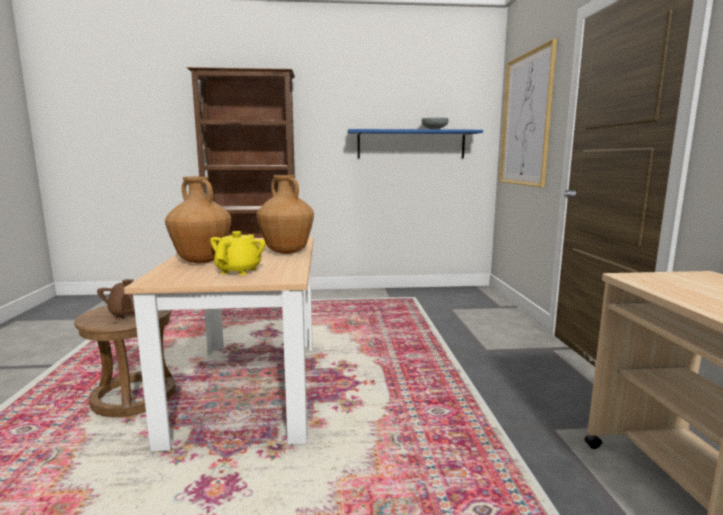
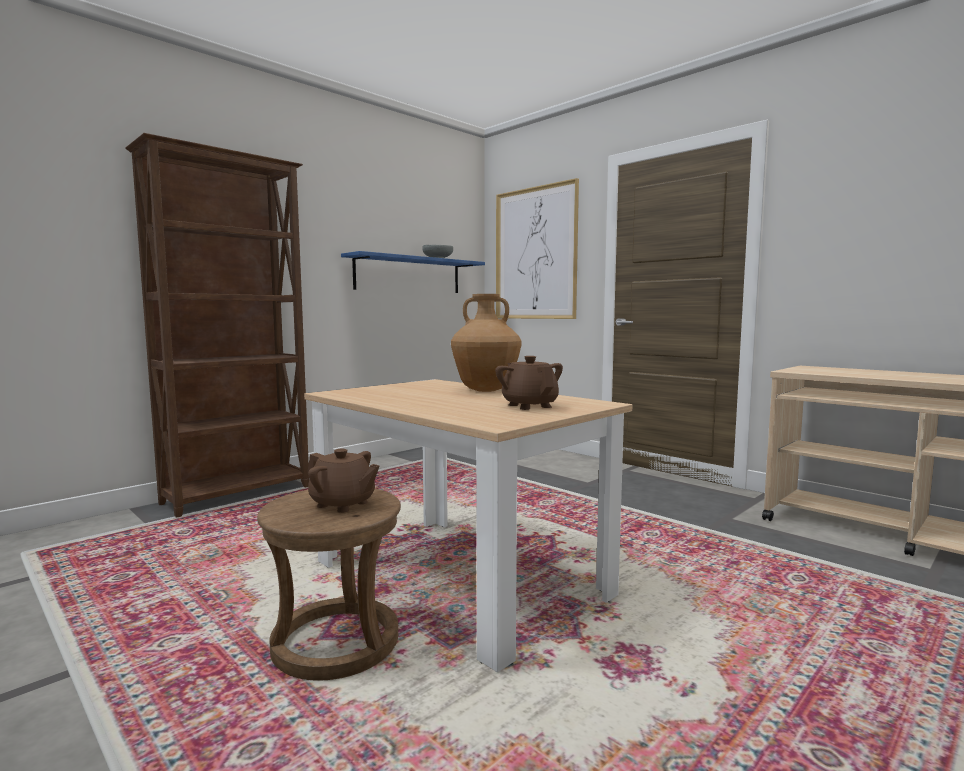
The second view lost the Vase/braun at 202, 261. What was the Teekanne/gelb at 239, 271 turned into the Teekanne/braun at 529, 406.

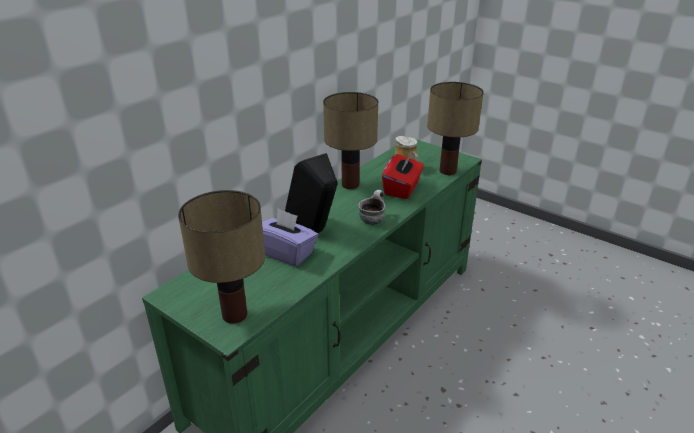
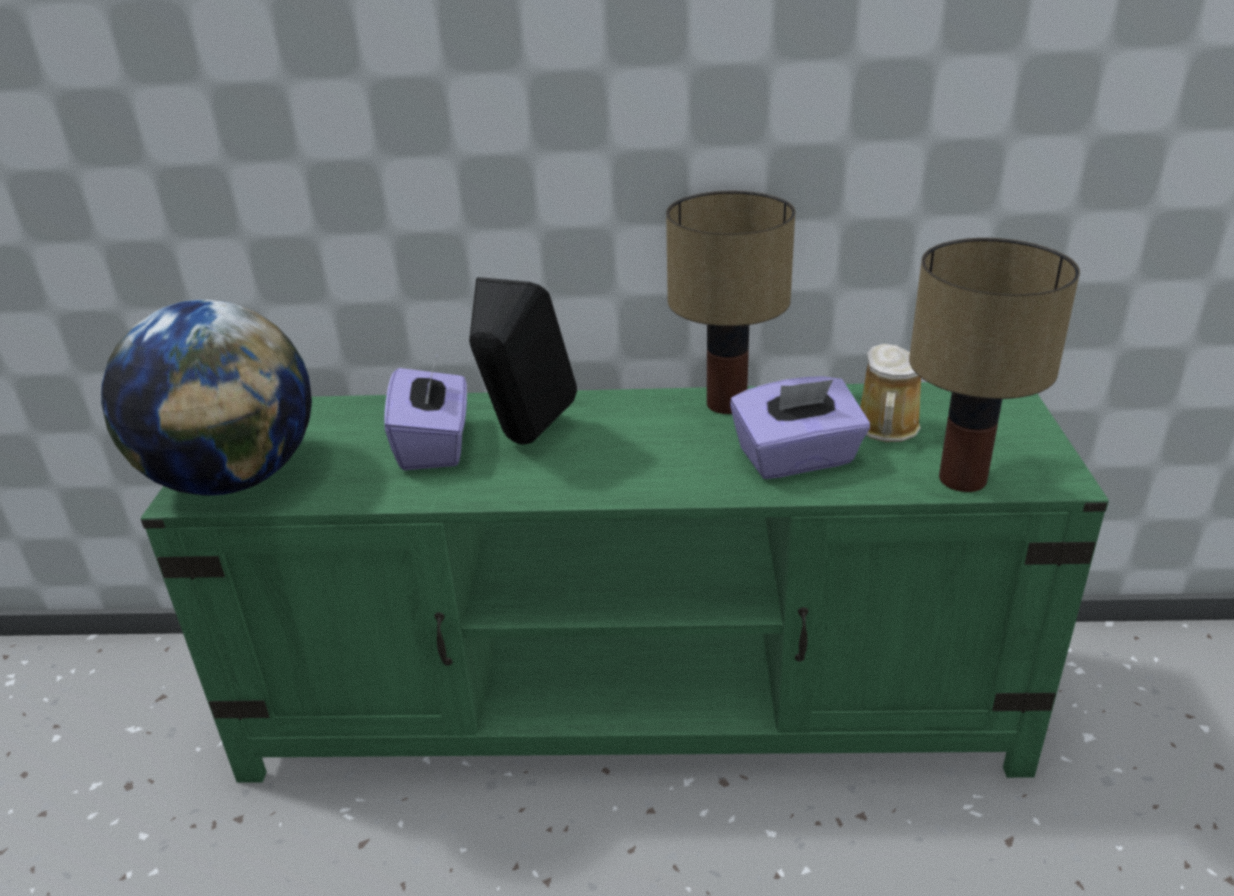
What was the Taschentuchbox/rot at 402, 189 turned into the Taschentuchbox/lila at 797, 459. Where the Tischlampe stood at 233, 315, the Globus came to stand at 234, 478. The second view lost the Henkelbecher at 372, 219.

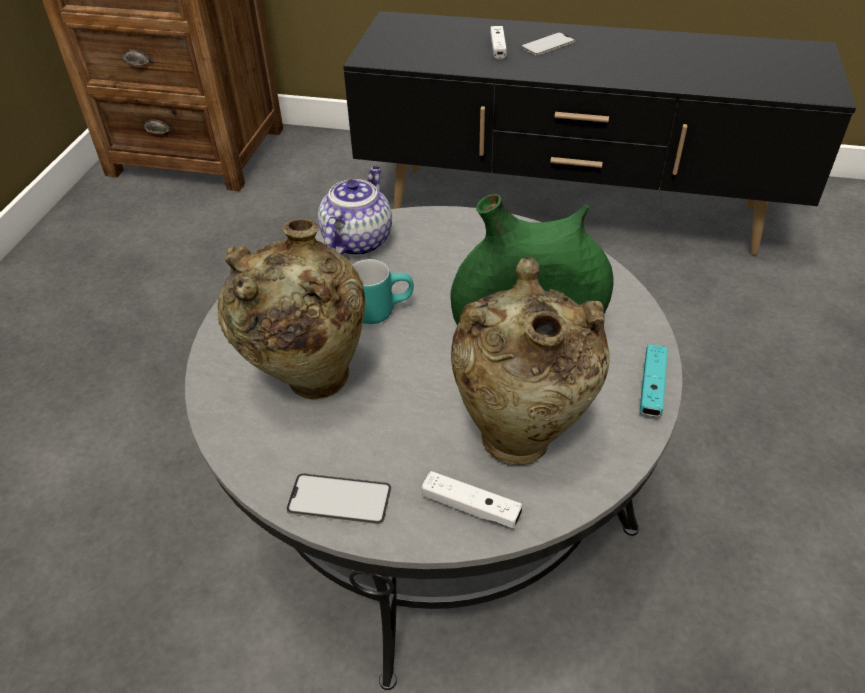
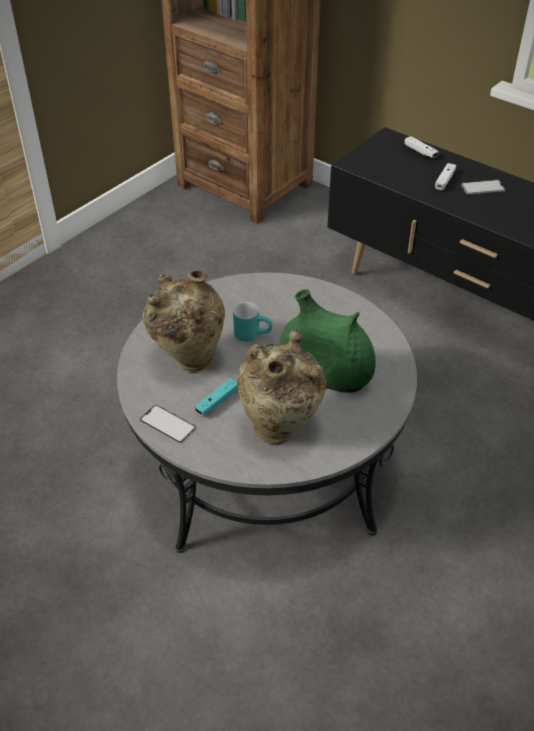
The second view lost the Teekanne at 357, 240. The Gamepad/türkis ended up elsewhere, having gone from 652, 387 to 217, 402. The Gamepad/weiß ended up elsewhere, having gone from 471, 507 to 420, 152.

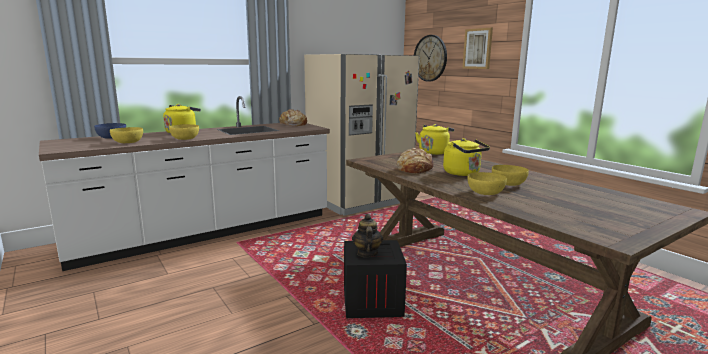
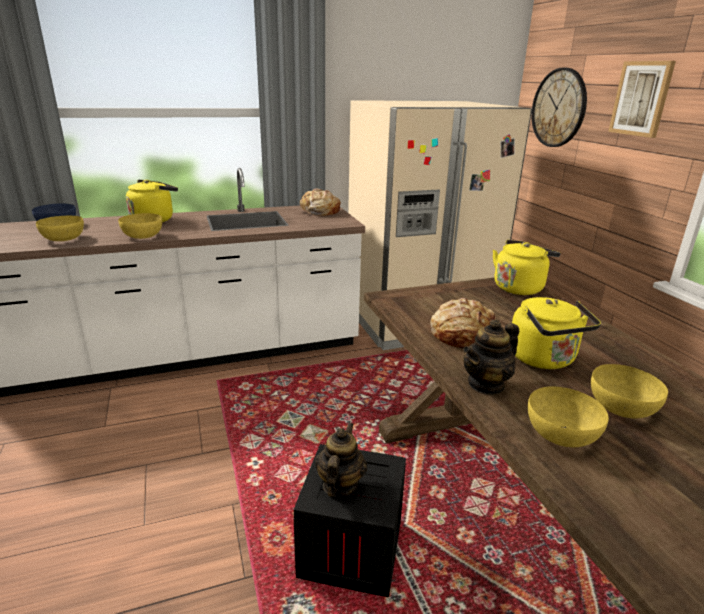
The second view gained the Teekanne at 486, 384.

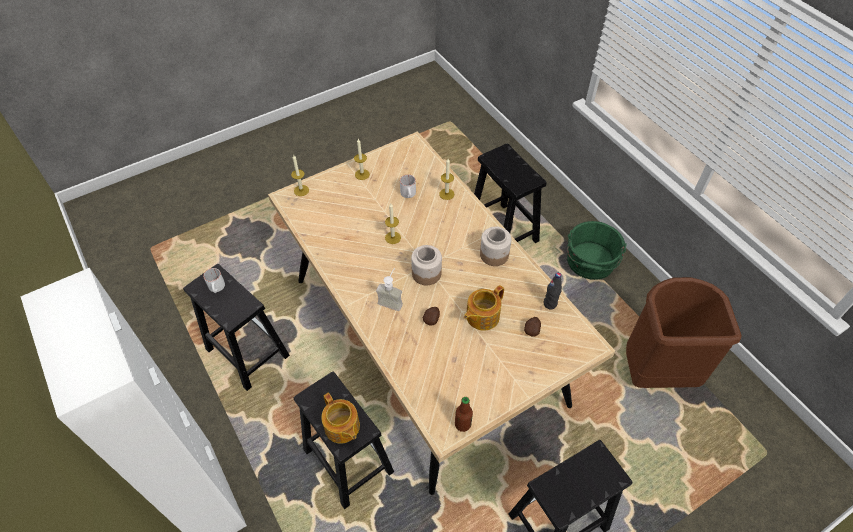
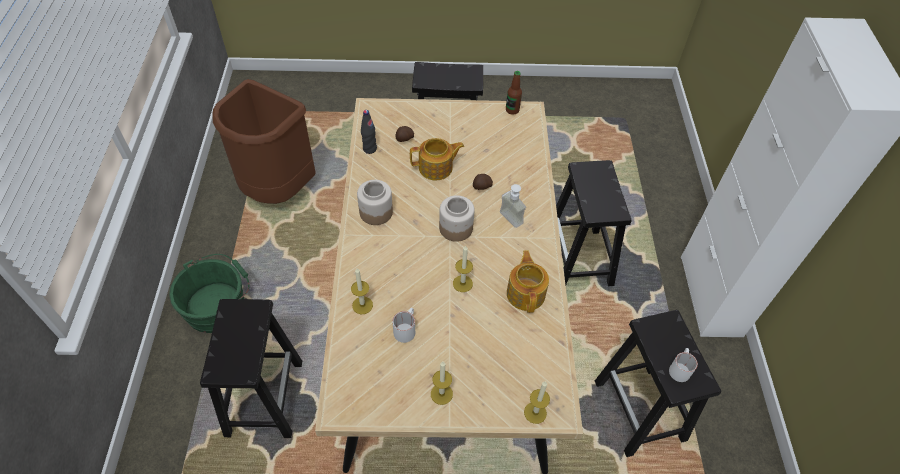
The Teekanne ended up elsewhere, having gone from 342, 427 to 526, 293.

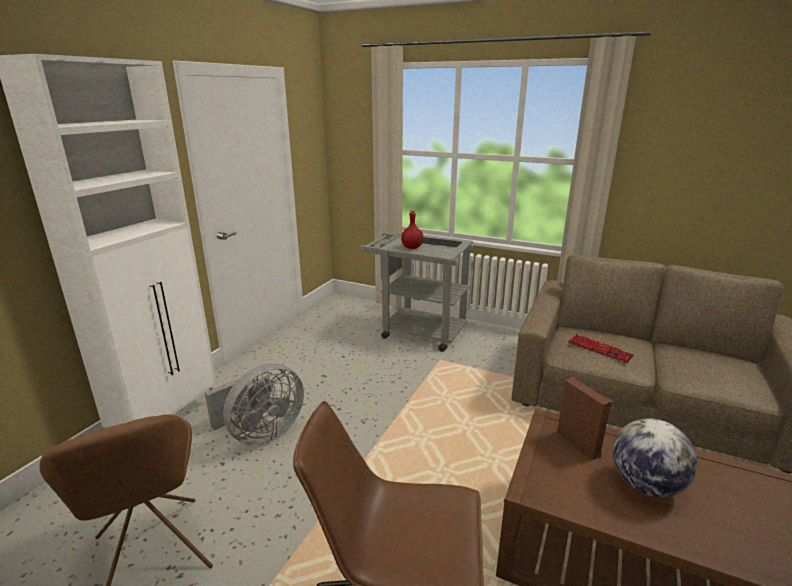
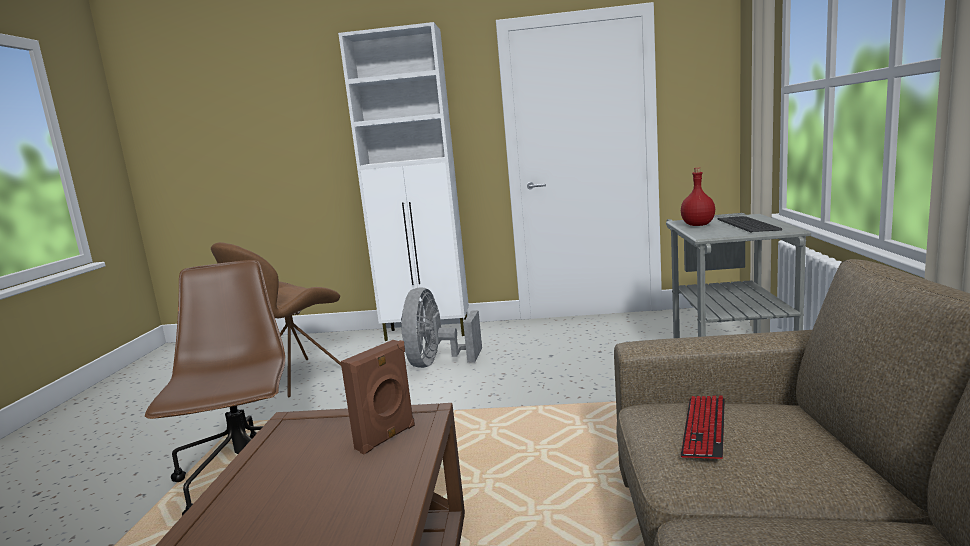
The Ventilator/grau at 261, 434 ended up facing another way, 75 degrees clockwise from before. The second view lost the Globus at 645, 485.

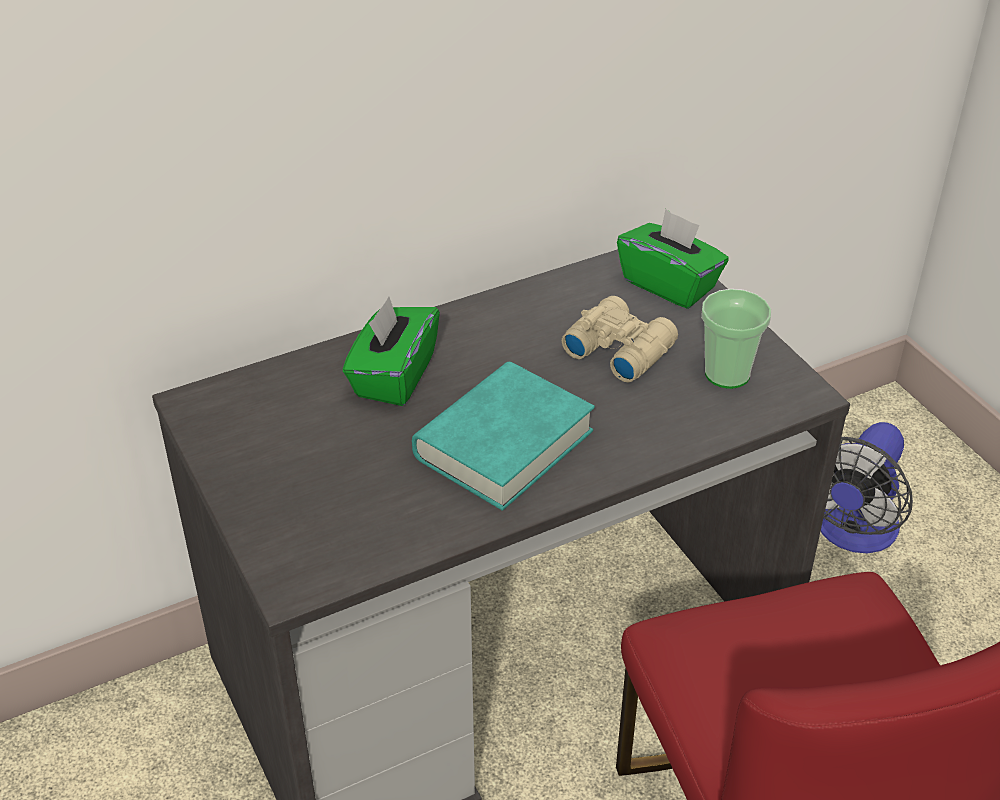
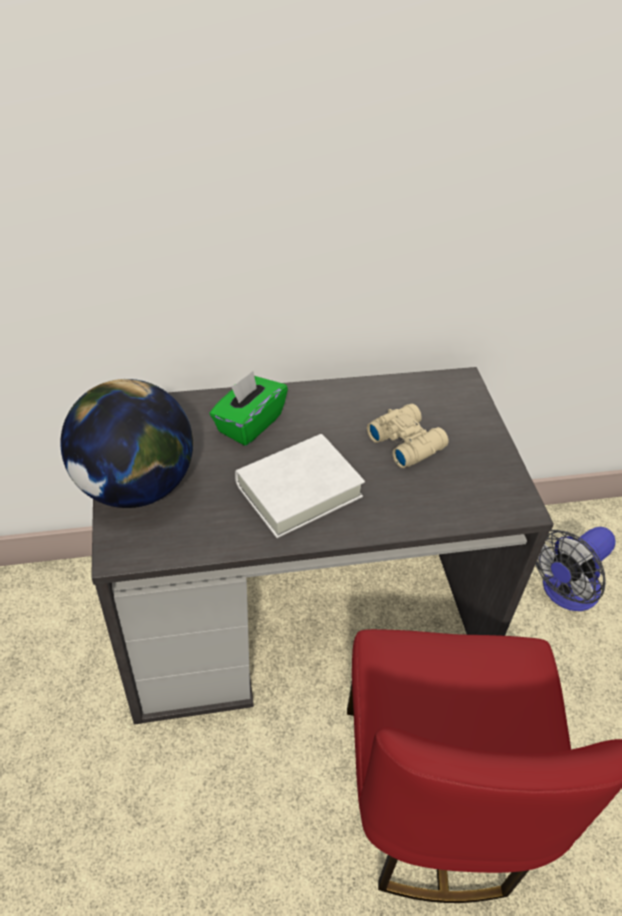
The second view lost the Taschentuchbox/grün at 669, 284. The second view lost the Tasse at 727, 374. What was the Buch/türkis at 503, 444 turned into the Buch/weiß at 298, 490. The second view gained the Globus at 135, 486.

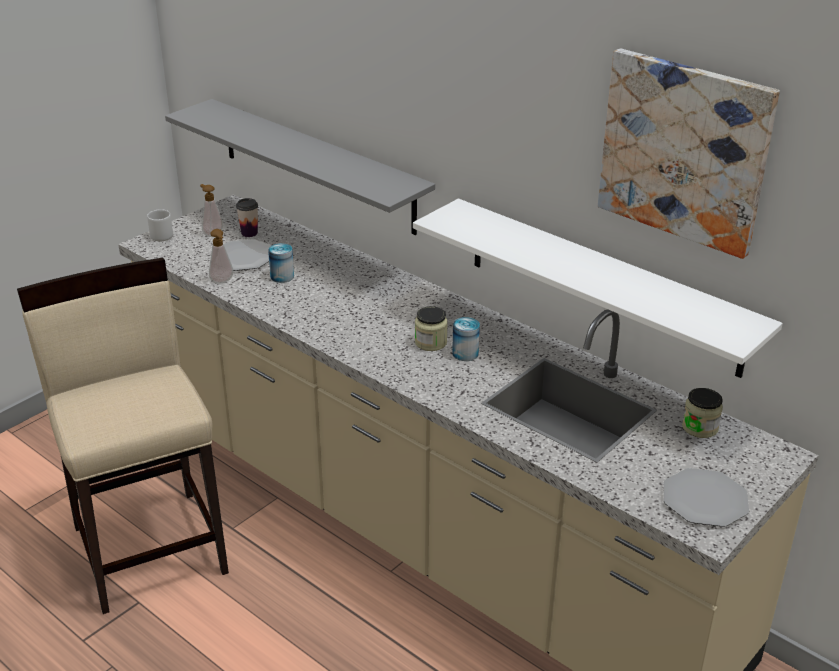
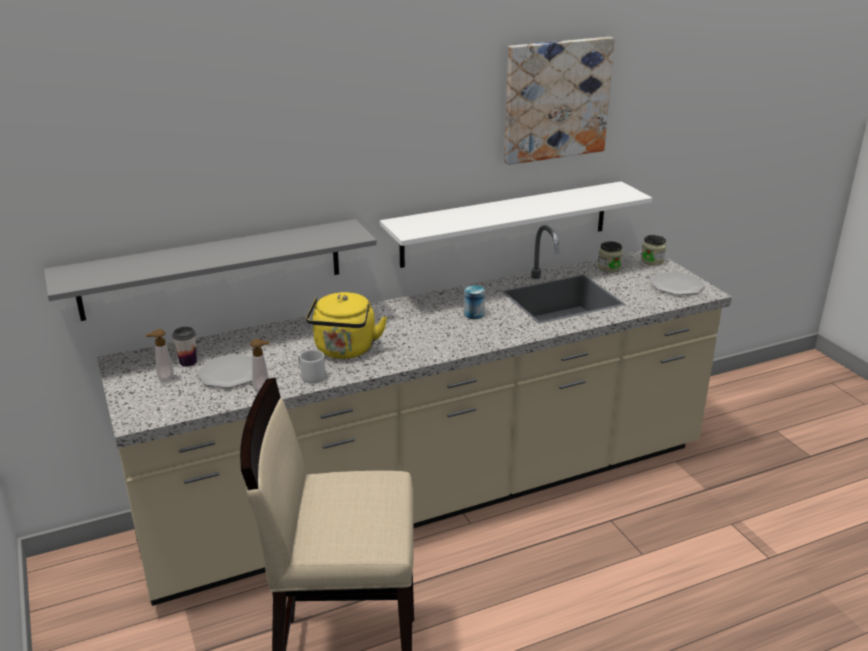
The Henkelbecher/grau ended up elsewhere, having gone from 163, 235 to 311, 376. The second view lost the Dose at 282, 276. The Vorratsglas ended up elsewhere, having gone from 431, 342 to 652, 261. The second view gained the Wasserkessel/gelb at 345, 350.

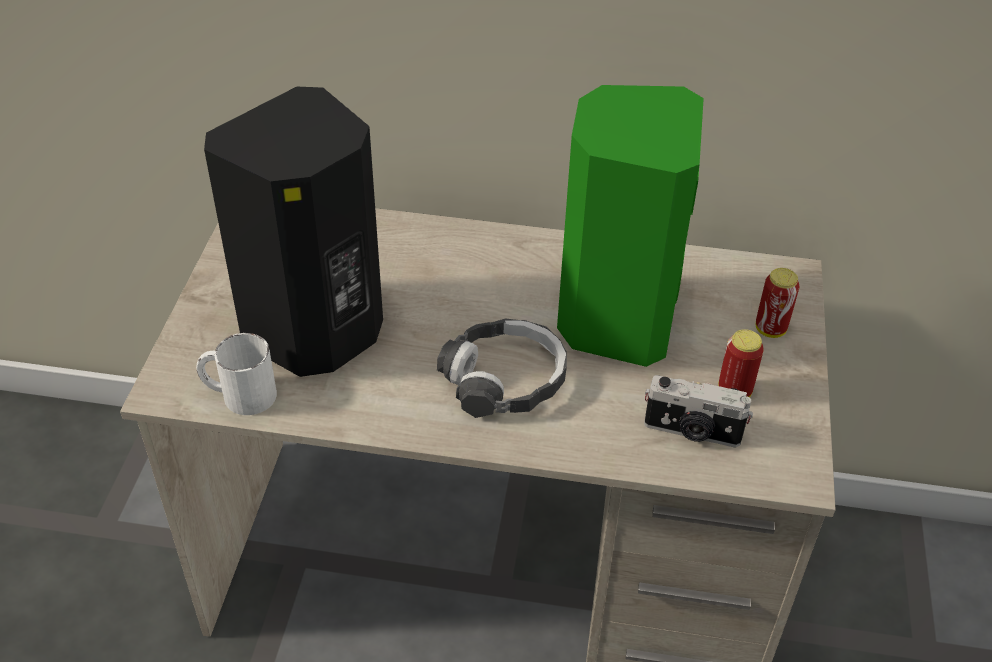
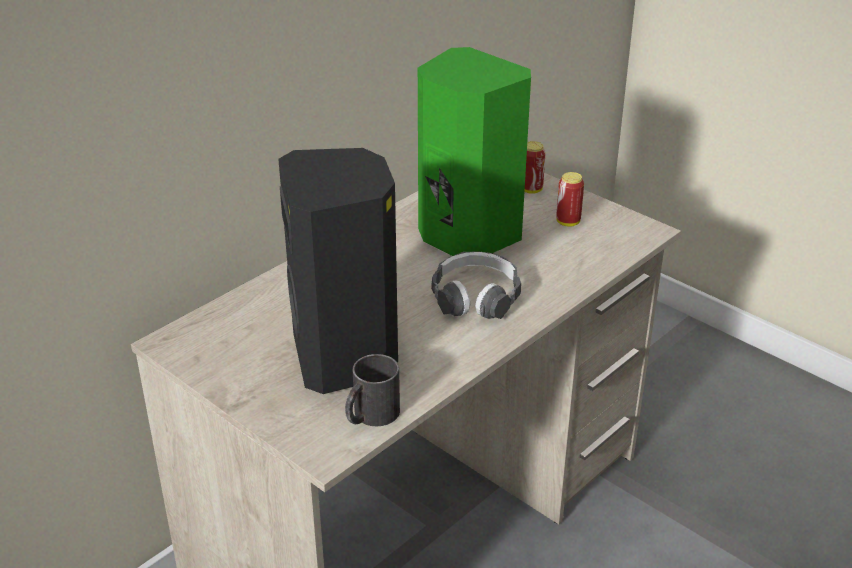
What was the Henkelbecher/weiß at 239, 394 turned into the Henkelbecher/schwarz at 370, 416. The second view lost the Kamera at 692, 432.

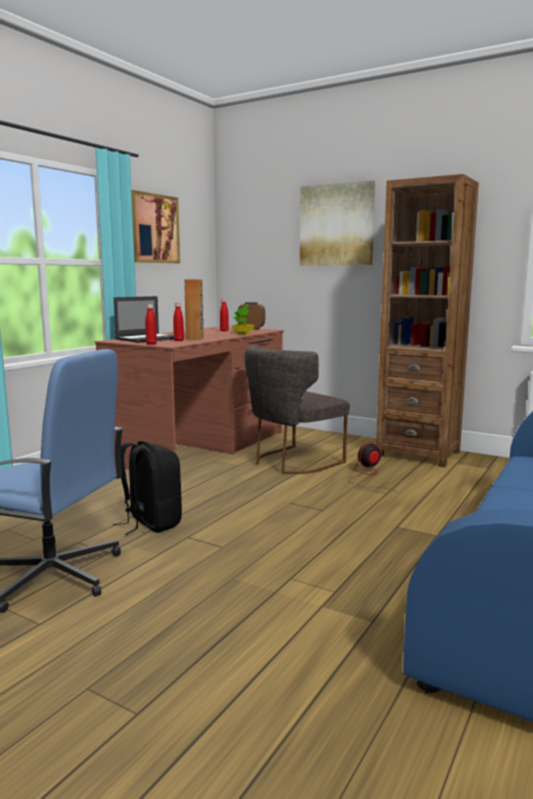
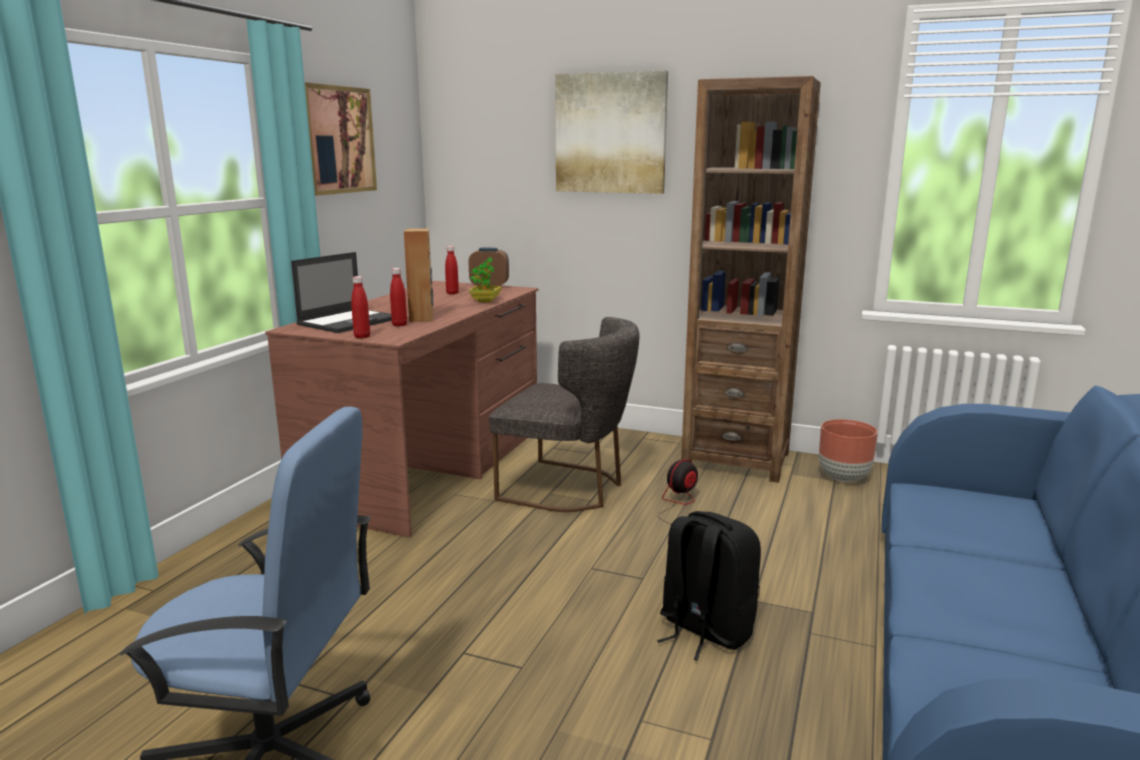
The Stuhl/grau at 291, 462 ended up facing another way, 105 degrees counterclockwise from before. The Rucksack/schwarz ended up elsewhere, having gone from 151, 523 to 704, 630. The second view gained the Pflanzkübel/braun at 844, 478.

